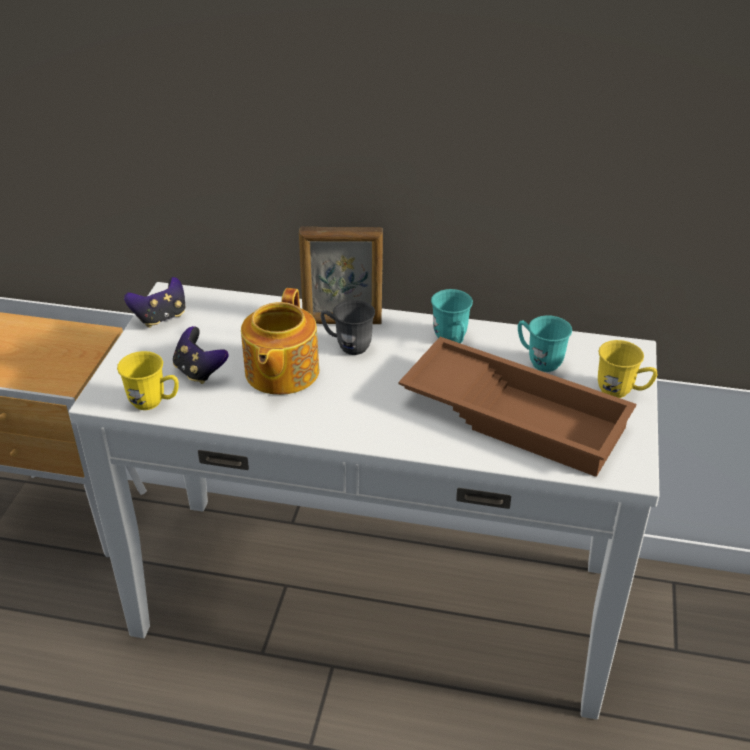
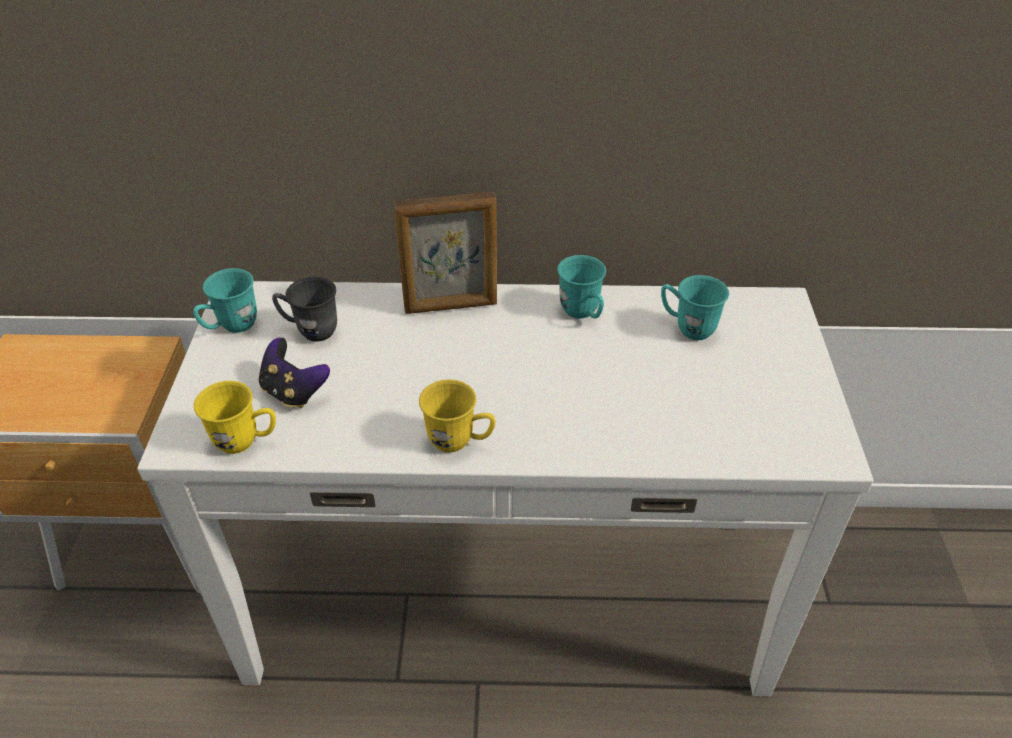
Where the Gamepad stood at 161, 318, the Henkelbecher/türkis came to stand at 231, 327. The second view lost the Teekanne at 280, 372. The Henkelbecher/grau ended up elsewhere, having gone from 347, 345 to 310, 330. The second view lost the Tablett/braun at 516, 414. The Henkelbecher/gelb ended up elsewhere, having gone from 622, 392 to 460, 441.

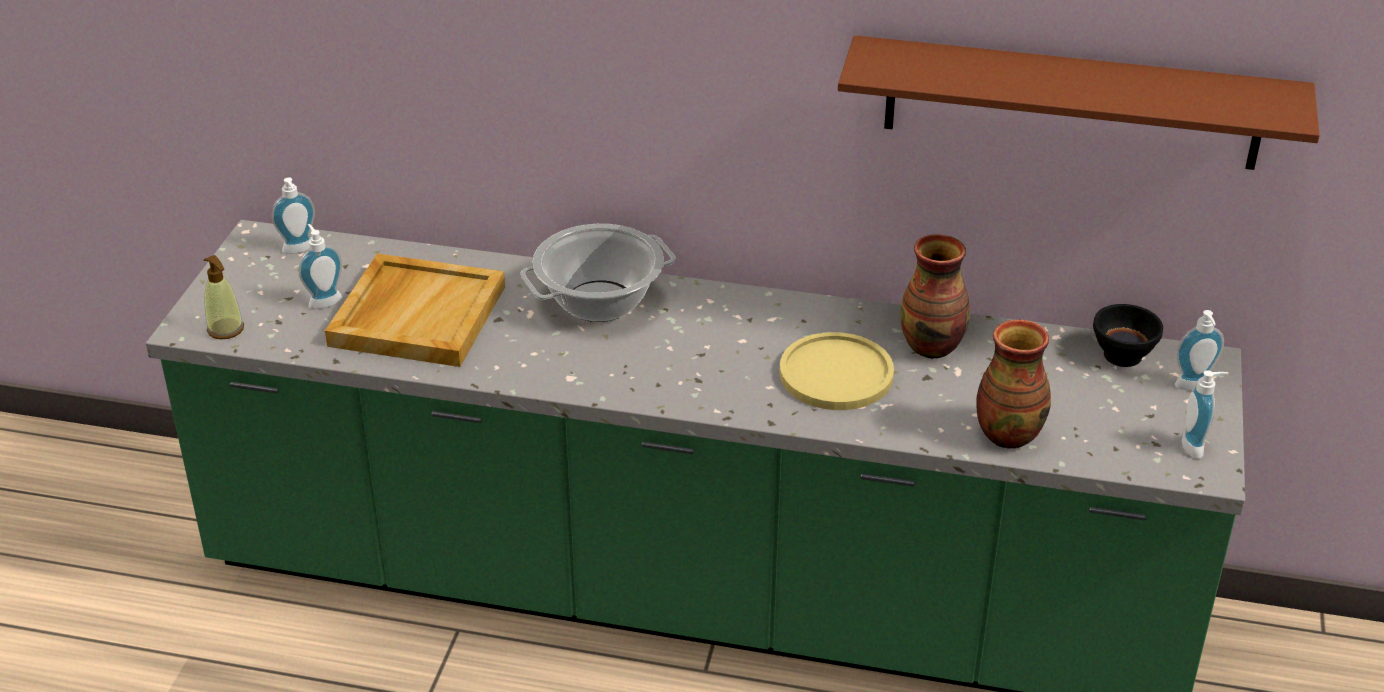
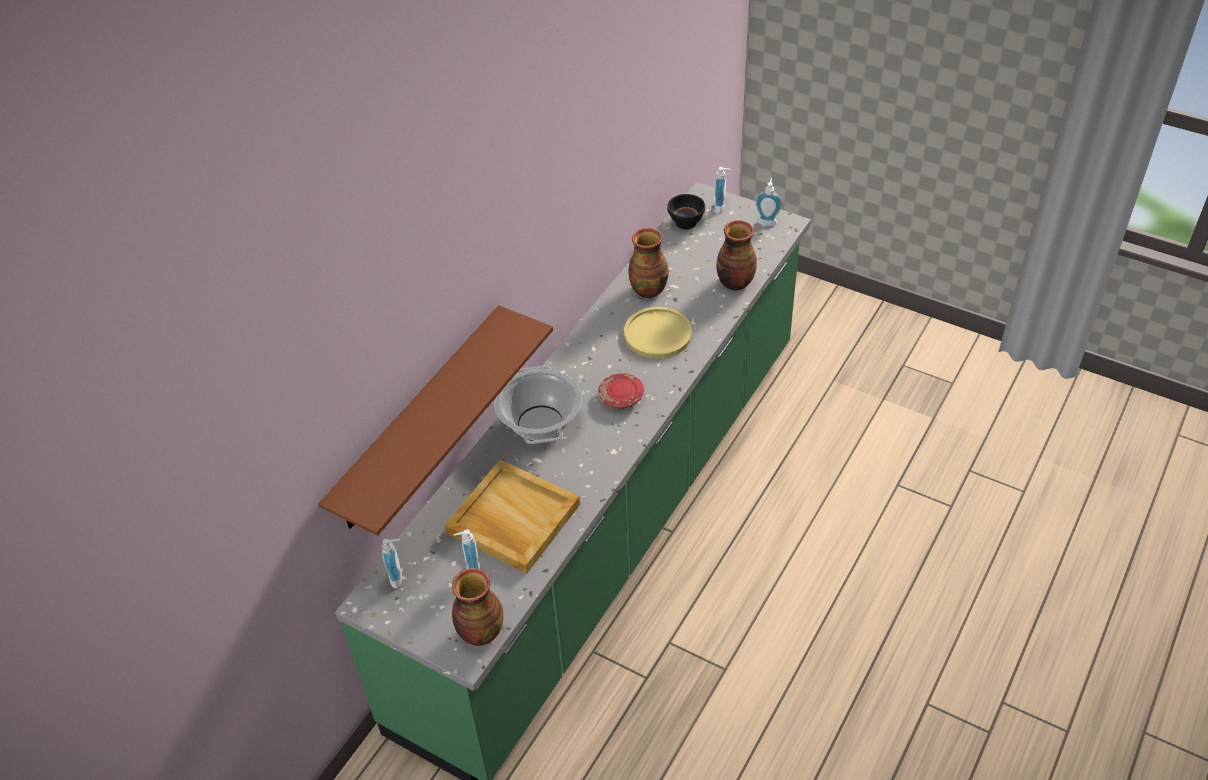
The Wandregal/braun ended up elsewhere, having gone from 1072, 103 to 419, 420. Where the Seifenspender stood at 226, 329, the Vase came to stand at 480, 631. The second view gained the Teller/rot at 621, 397.

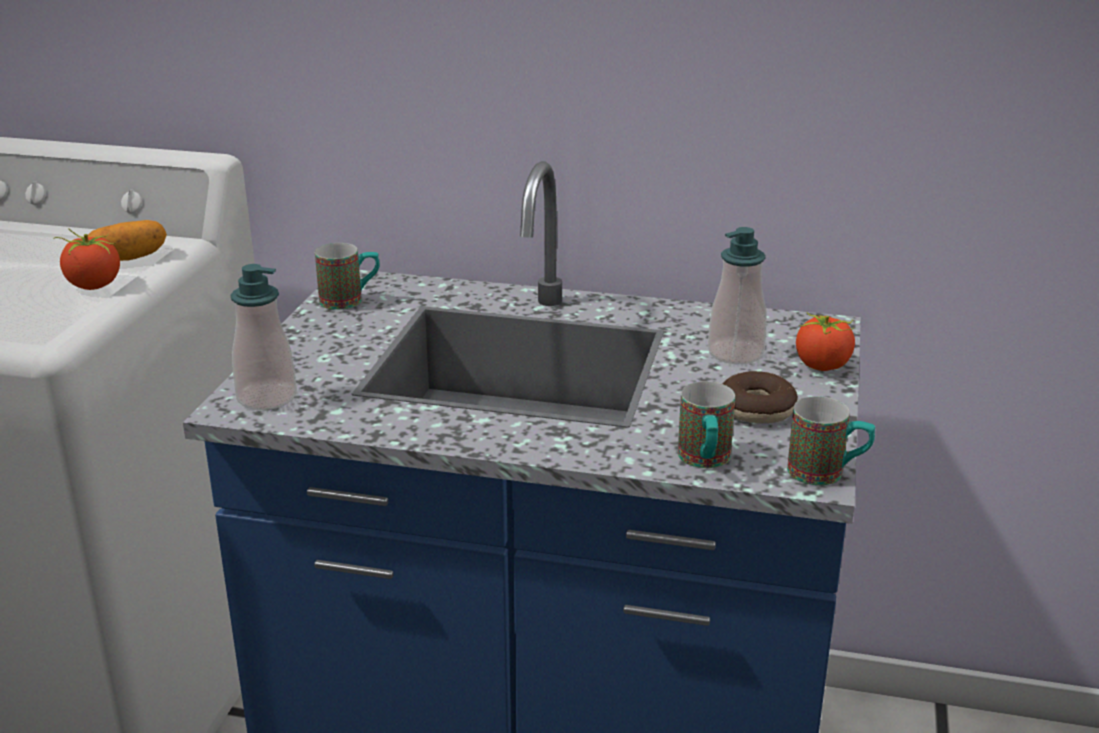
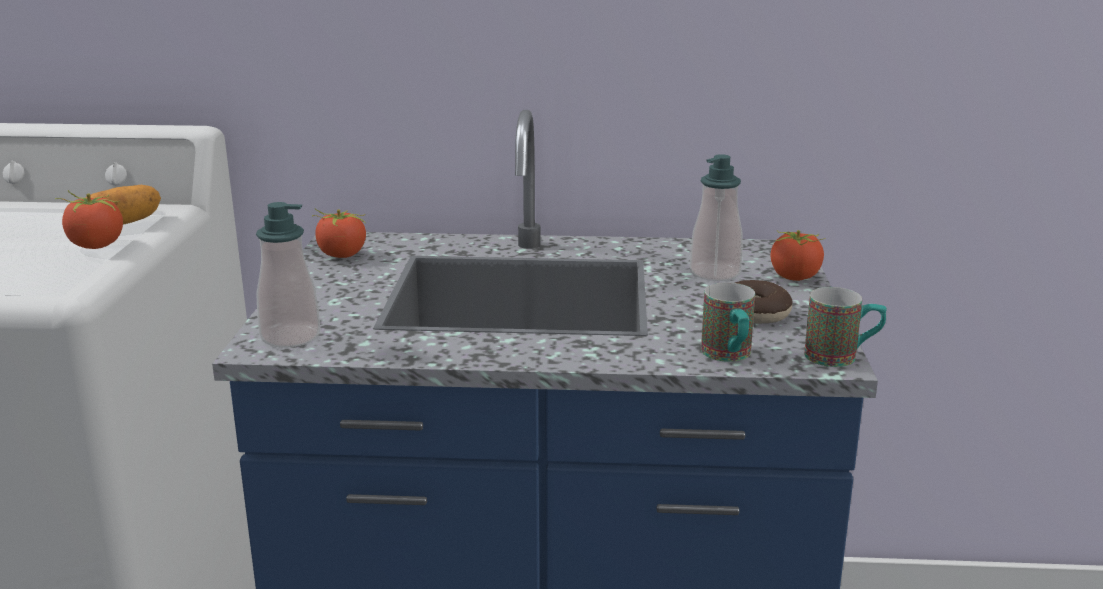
Where the Henkelbecher stood at 350, 300, the Tomate came to stand at 341, 255.

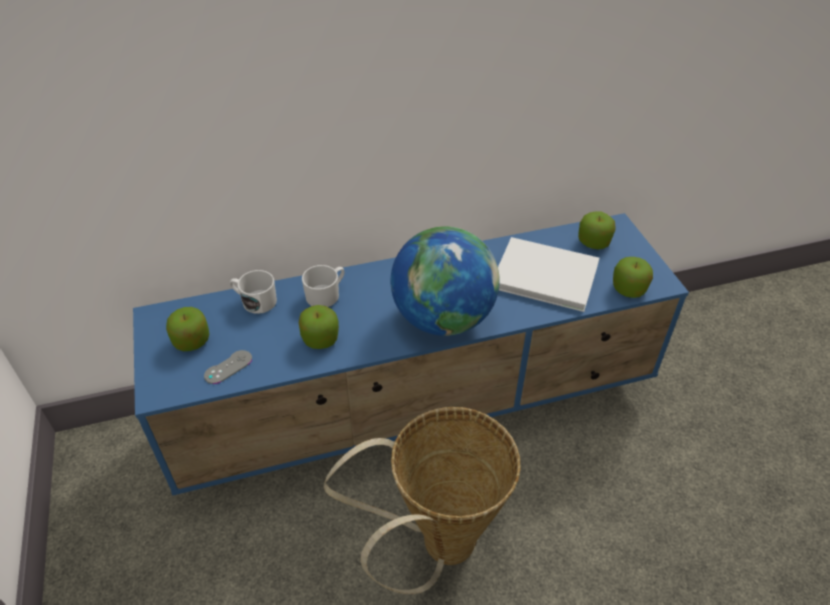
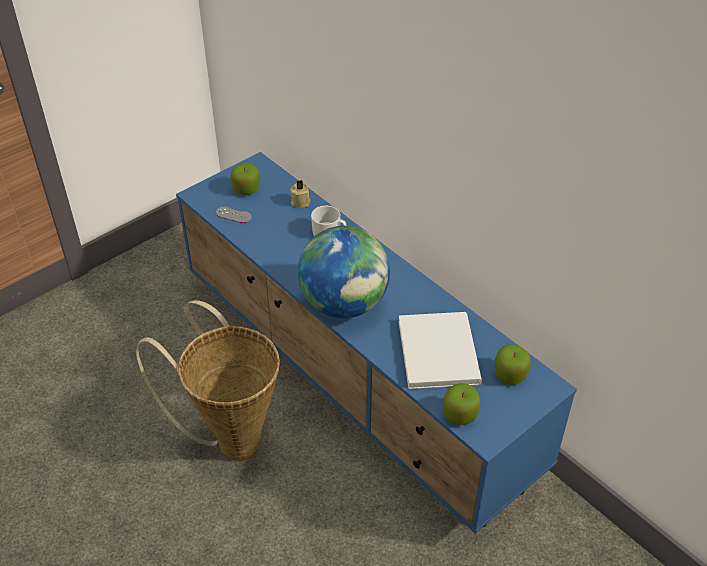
Where the Henkelbecher/weiß stood at 255, 301, the Kerze/beige came to stand at 300, 201. The second view lost the Apfel at 320, 338.

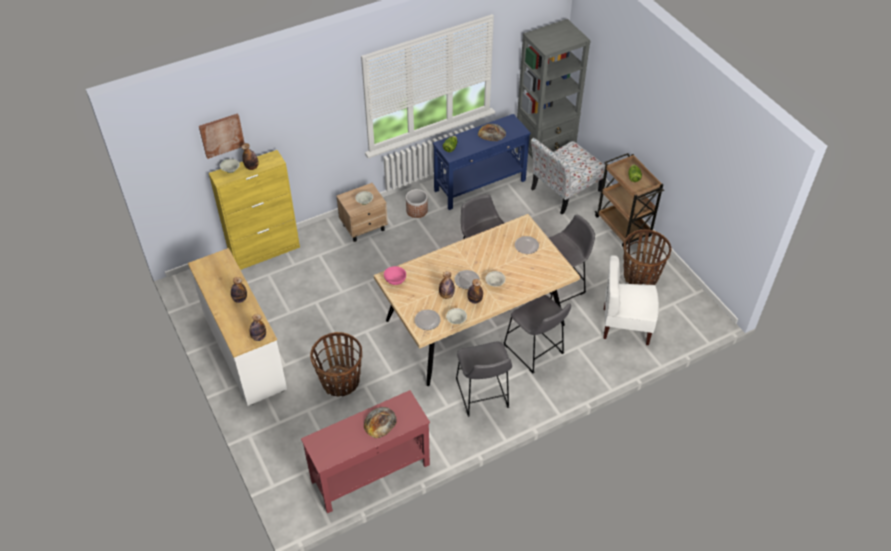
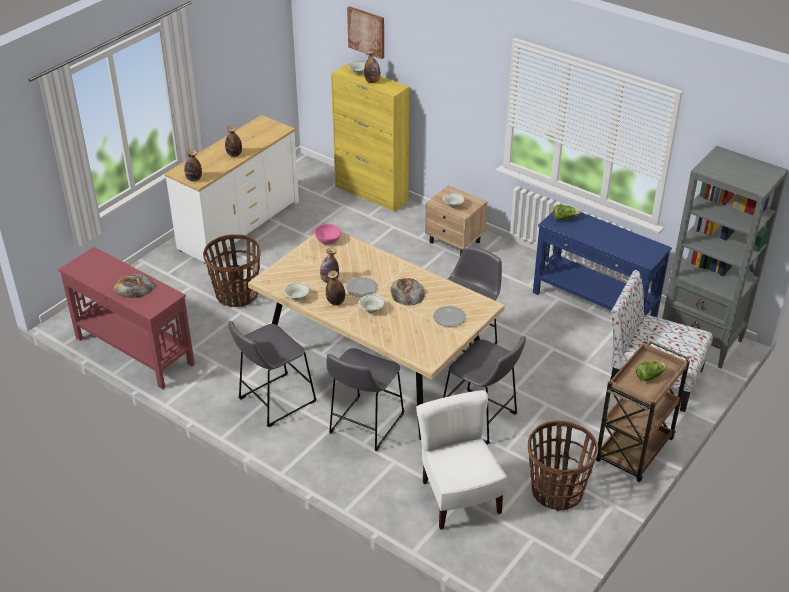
The Brot ended up elsewhere, having gone from 491, 133 to 407, 292. The second view lost the Pflanzkübel at 417, 210. The second view lost the Teller at 427, 320.

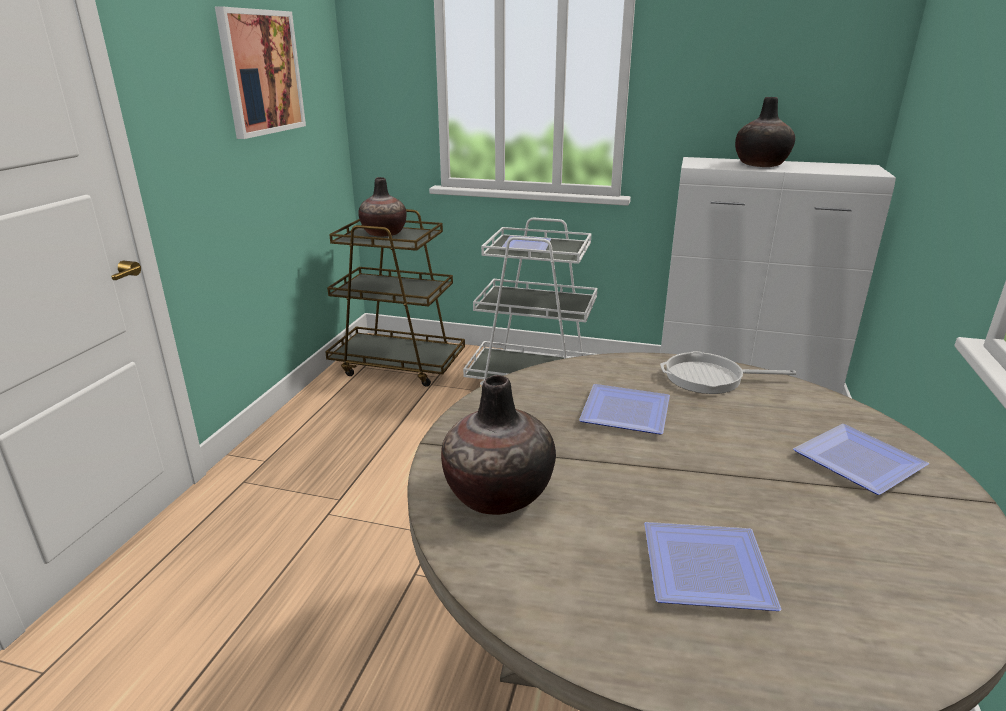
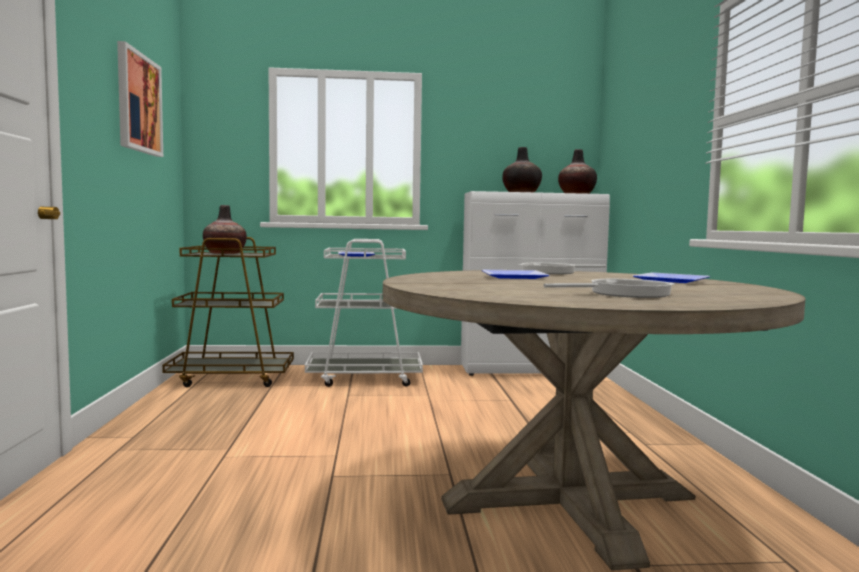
The Vase ended up elsewhere, having gone from 498, 494 to 576, 194. Where the Teller stood at 701, 566, the Pfanne came to stand at 624, 293.

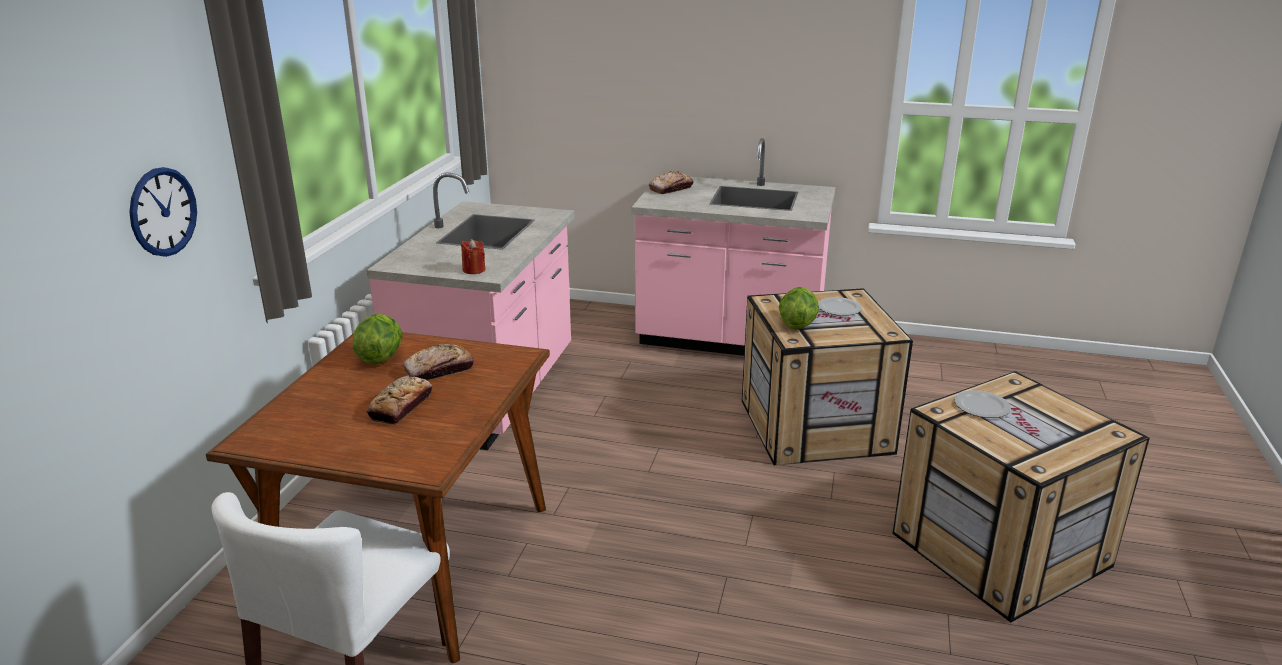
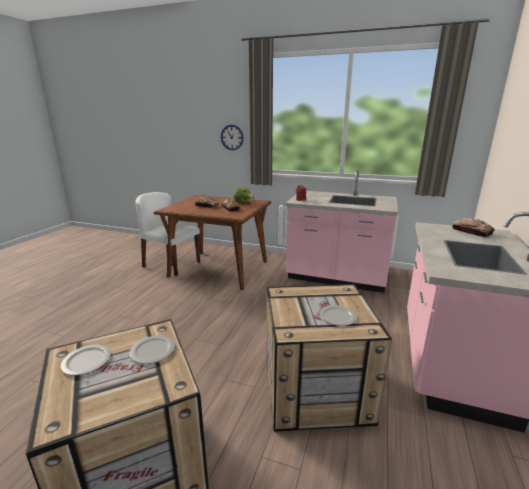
The second view lost the Salatkopf at 797, 324. The second view gained the Teller at 86, 361.

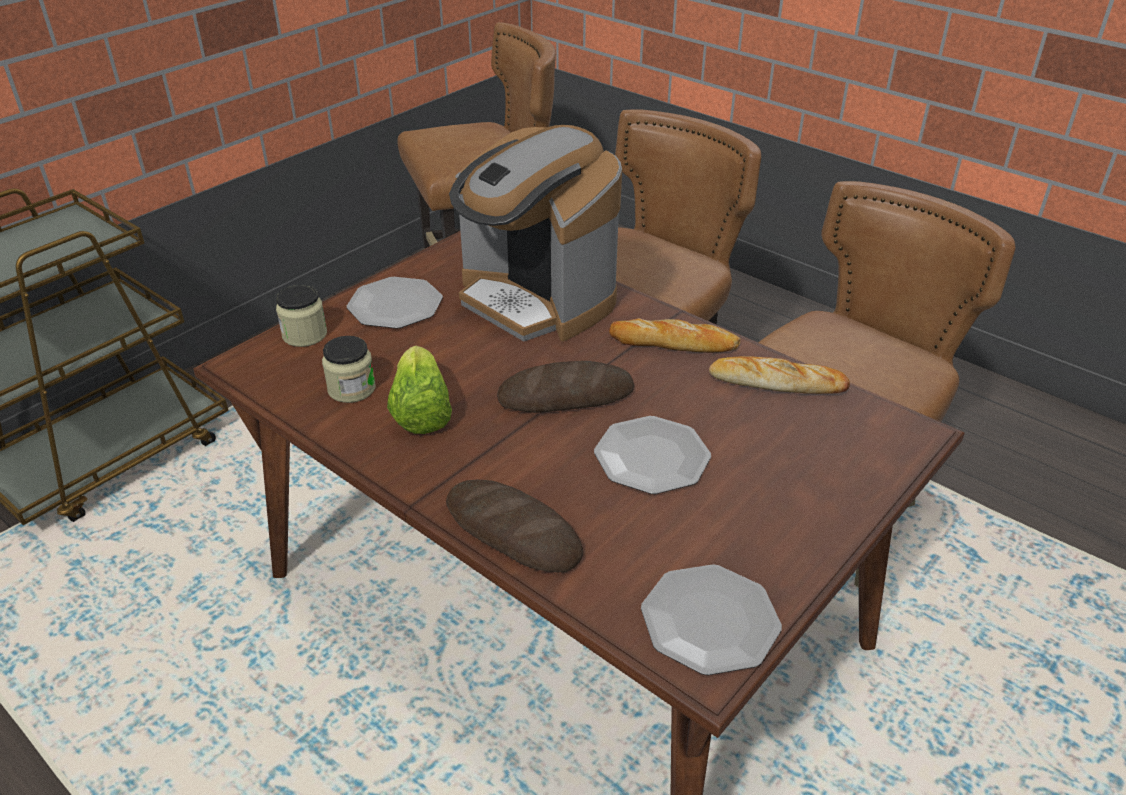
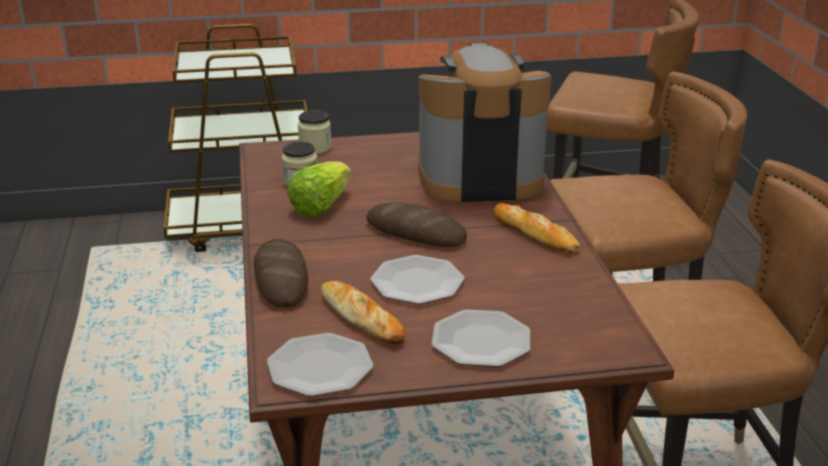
The Kaffeemaschine at 536, 300 ended up facing another way, 90 degrees clockwise from before. The Teller ended up elsewhere, having gone from 395, 305 to 481, 341. The Brot ended up elsewhere, having gone from 777, 382 to 362, 318.

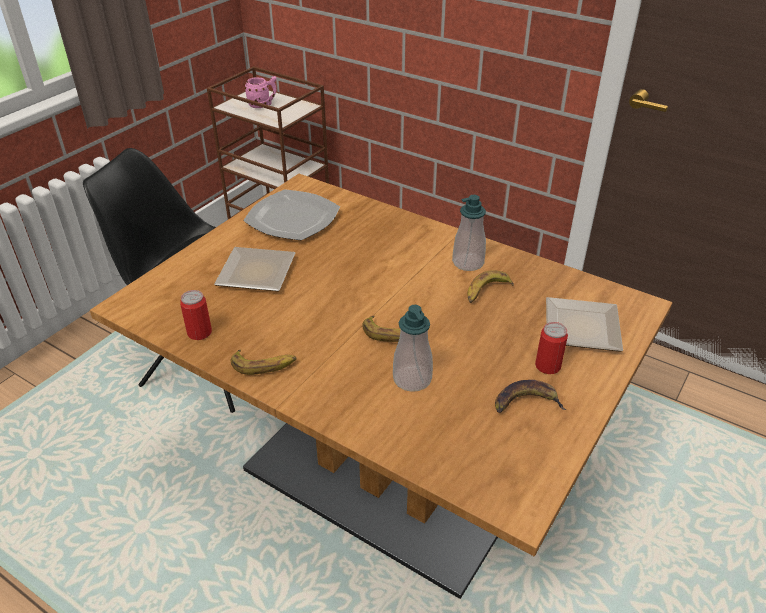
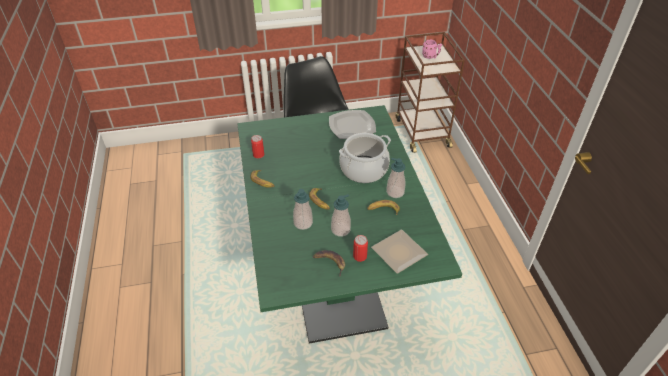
What was the Esstisch/braun at 382, 481 turned into the Esstisch/grün at 333, 276. The second view lost the Teller at 258, 274. The second view gained the Kochtopf at 363, 169. The second view gained the Seifenspender at 340, 230.

